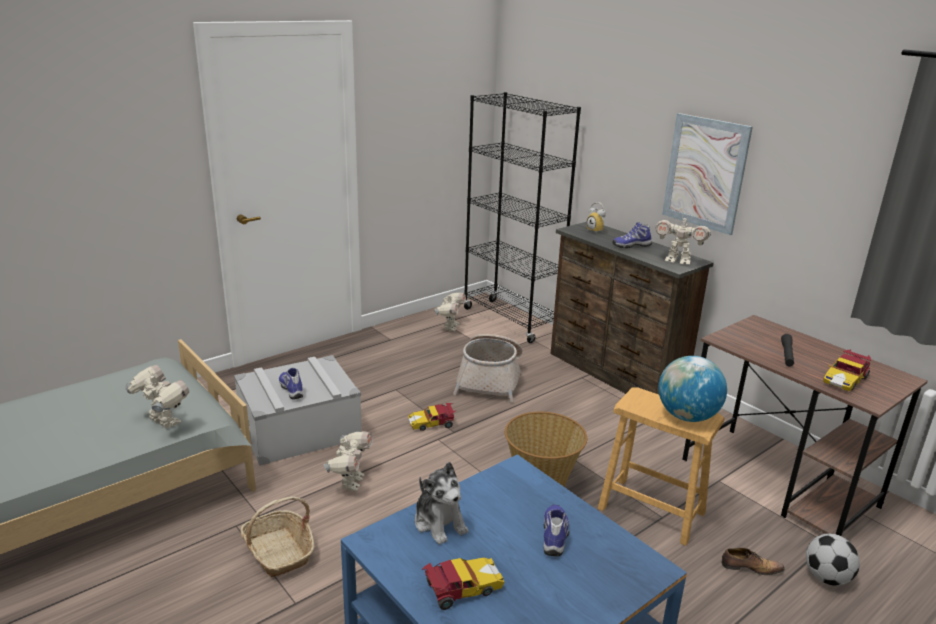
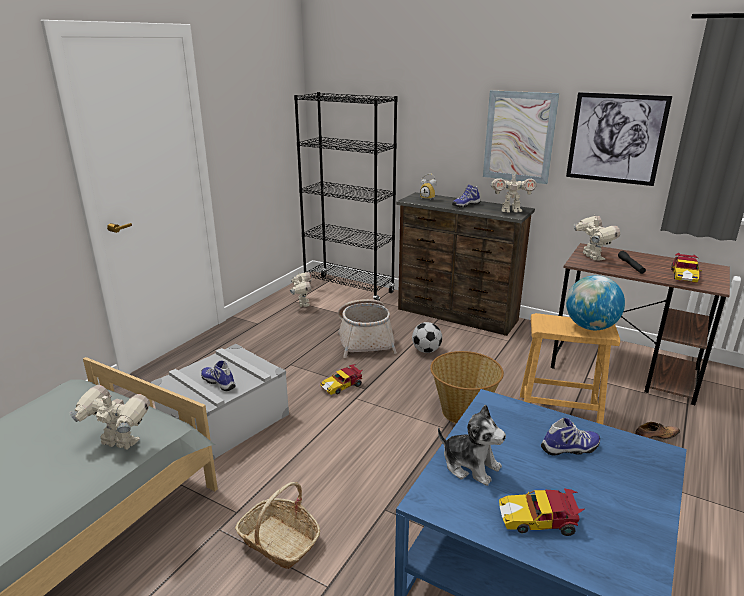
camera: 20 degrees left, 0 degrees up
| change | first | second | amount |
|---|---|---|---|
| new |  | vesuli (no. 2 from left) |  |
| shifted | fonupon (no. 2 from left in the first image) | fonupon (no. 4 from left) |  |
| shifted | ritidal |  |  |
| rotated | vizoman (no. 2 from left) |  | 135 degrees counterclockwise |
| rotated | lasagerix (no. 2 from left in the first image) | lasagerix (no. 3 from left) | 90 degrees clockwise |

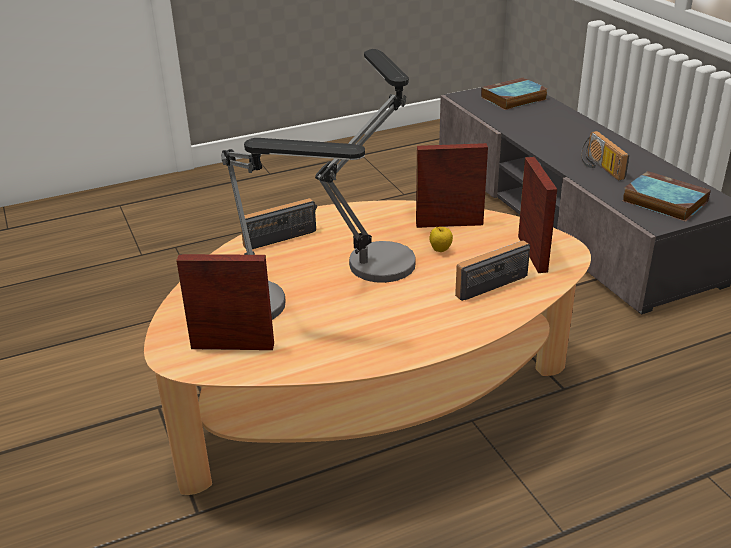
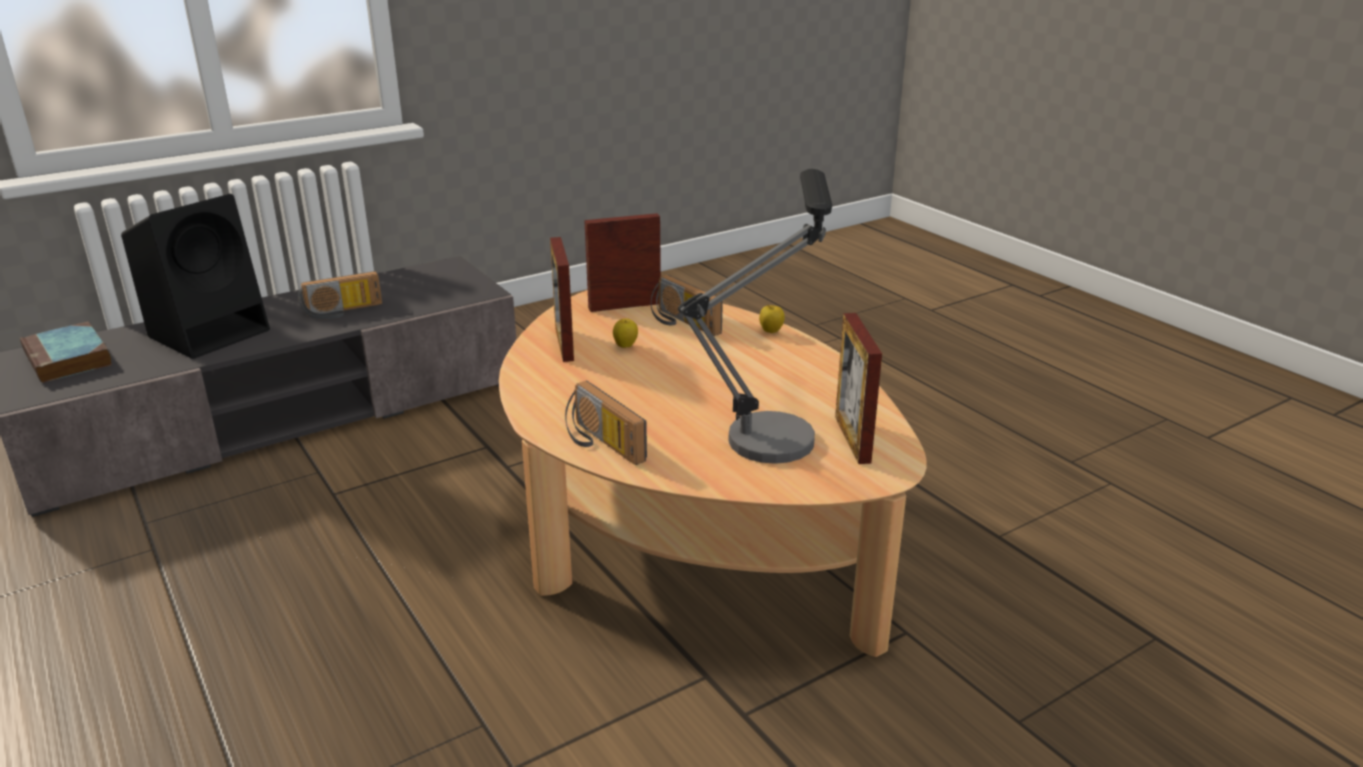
camera: 100 degrees left, 5 degrees down
| change | first | second | amount |
|---|---|---|---|
| gone | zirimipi (no. 2 from left) |  |  |
| gone | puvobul (no. 2 from left) |  |  |
| new |  | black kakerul |  |
| new |  | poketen (no. 2 from left) |  |

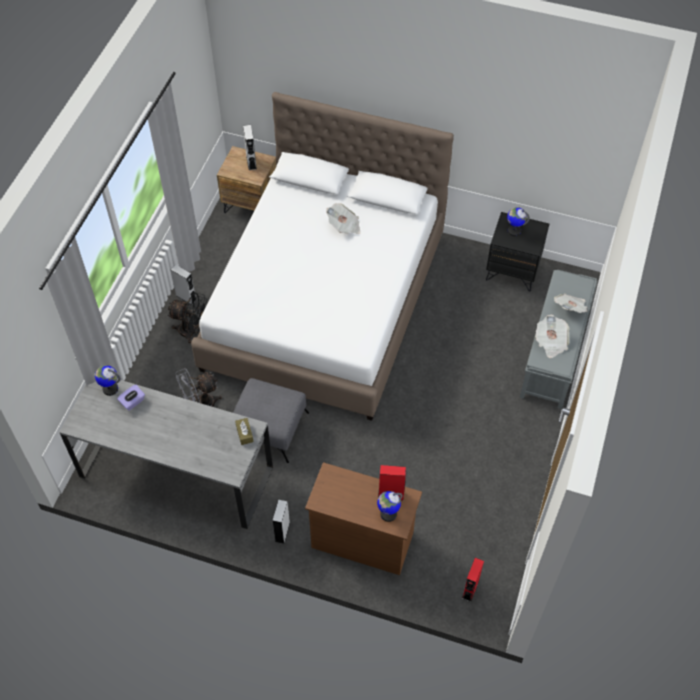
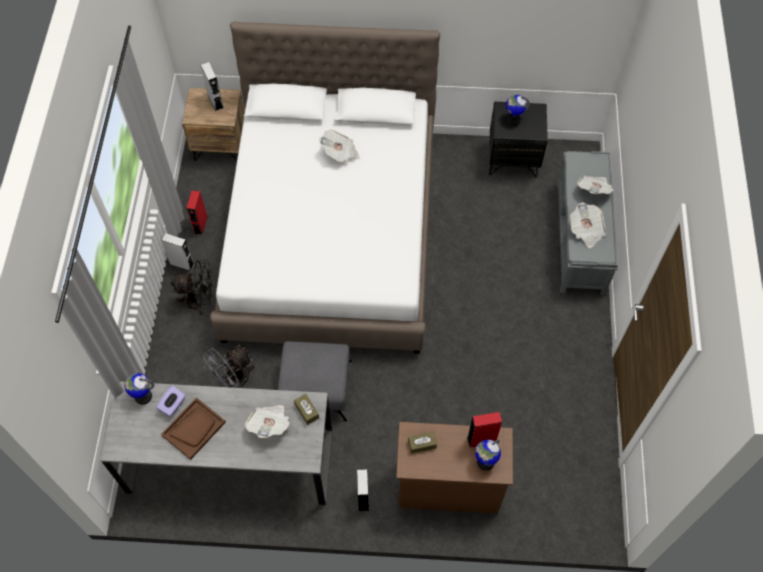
camera: 15 degrees left, 5 degrees up
| change | first | second | amount |
|---|---|---|---|
| new |  | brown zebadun |  |
| new |  | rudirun (no. 1 from left) |  |
| new |  | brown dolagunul (no. 2 from left) |  |
| shifted | red kakerul (no. 2 from left in the first image) | red kakerul (no. 1 from left) |  |

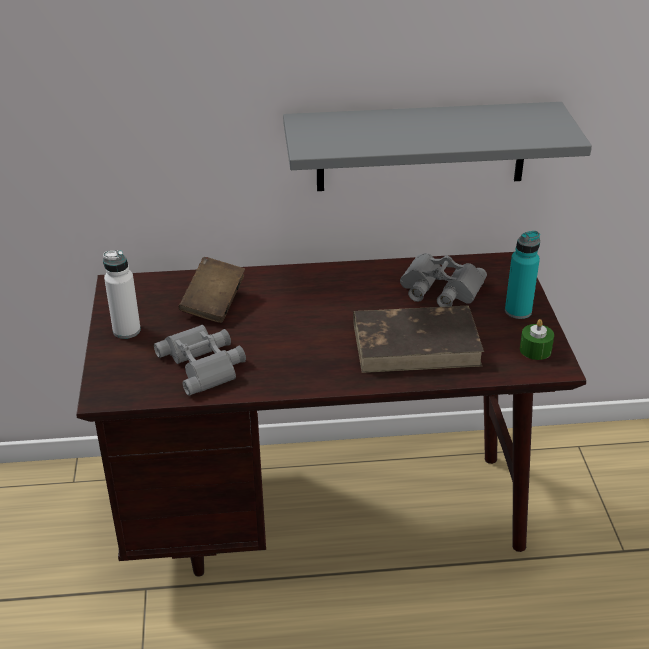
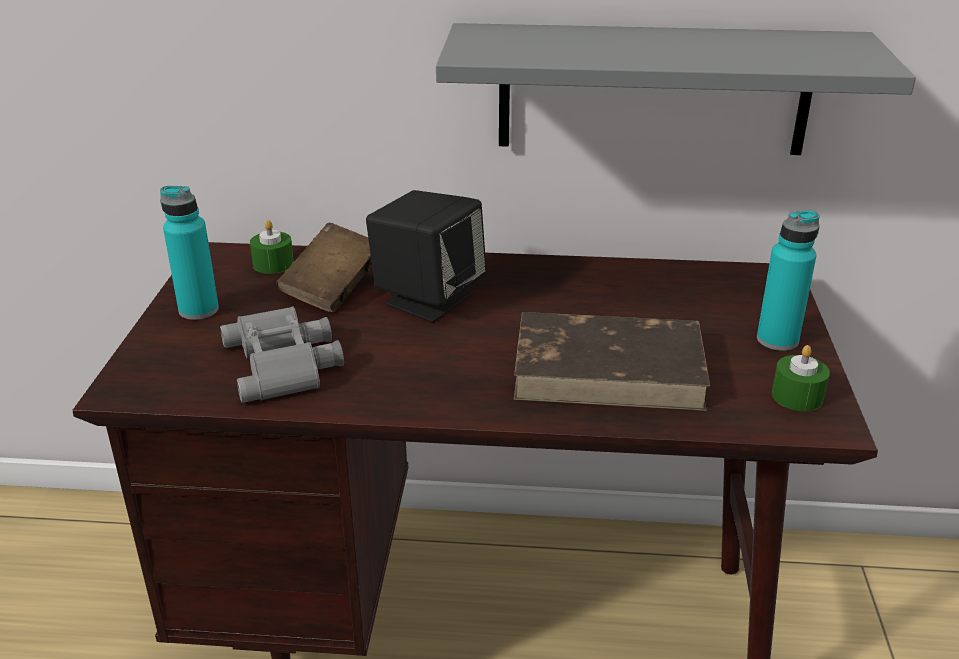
camera: 10 degrees right, 5 degrees down
| change | first | second | amount |
|---|---|---|---|
| gone | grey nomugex (no. 2 from left) |  |  |
| new |  | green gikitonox (no. 1 from left) |  |
| new |  | black kakerul |  |
| repainted | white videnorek | turquoise videnorek (no. 1 from left) |  |

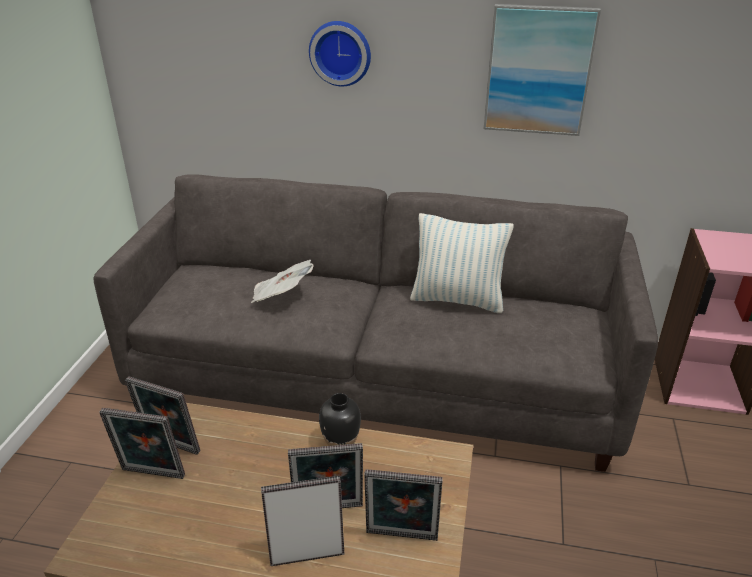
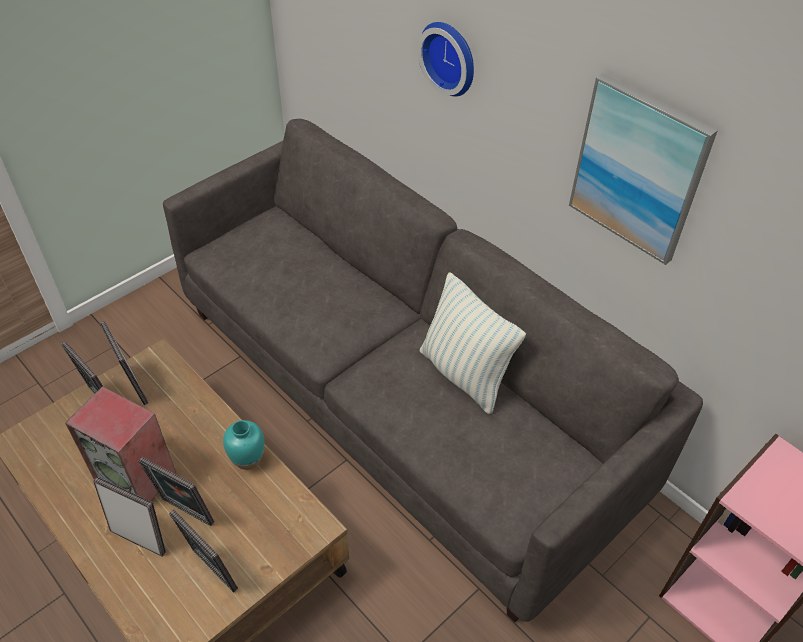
camera: 35 degrees right, 15 degrees up
| change | first | second | amount |
|---|---|---|---|
| gone | rudirun |  |  |
| new |  | kakerul |  |
| repainted | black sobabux | turquoise sobabux |  |

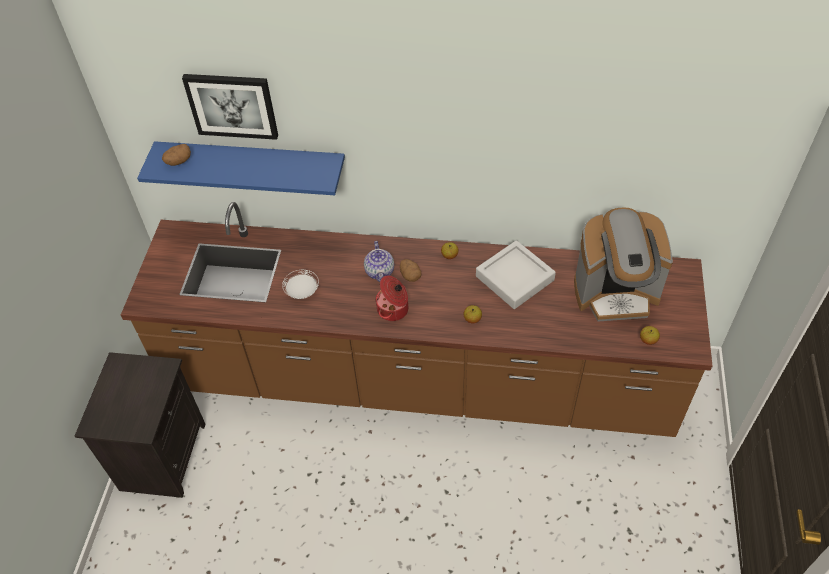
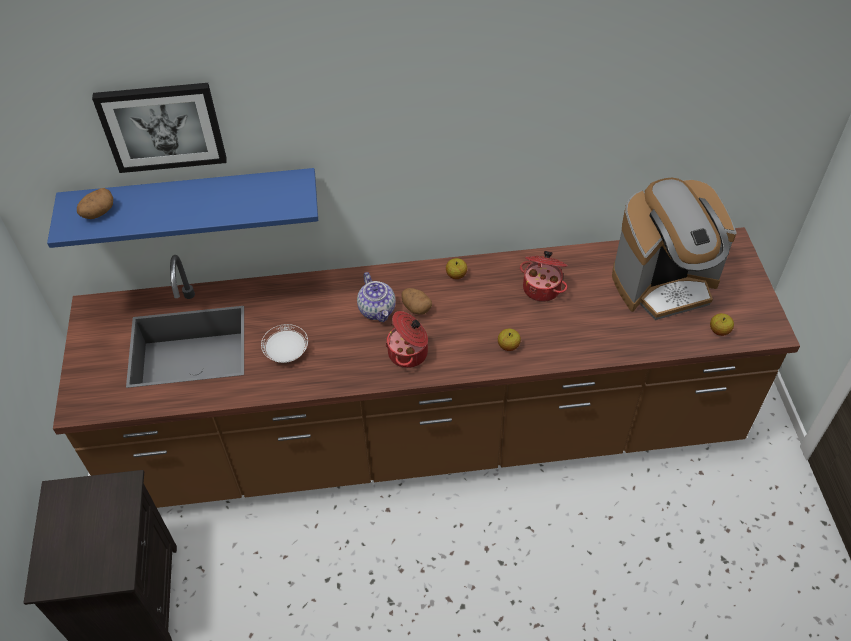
camera: 15 degrees left, 0 degrees up
| change | first | second | amount |
|---|---|---|---|
| swapped | grey zebadun | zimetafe (no. 2 from left) |  |

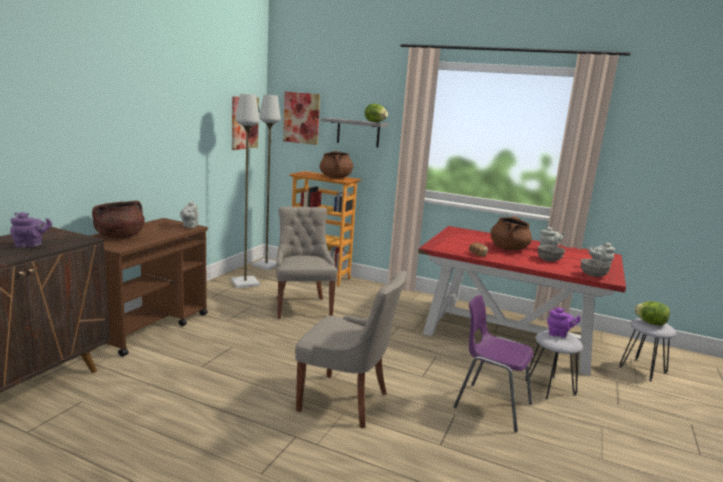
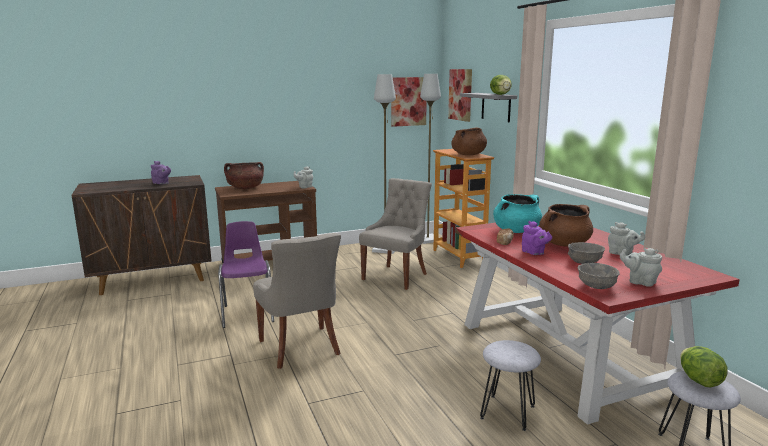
camera: 45 degrees right, 0 degrees up
| change | first | second | amount |
|---|---|---|---|
| new |  | turquoise zimetafe |  |
| shifted | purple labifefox |  |  |
| shifted | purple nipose (no. 2 from left) |  |  |

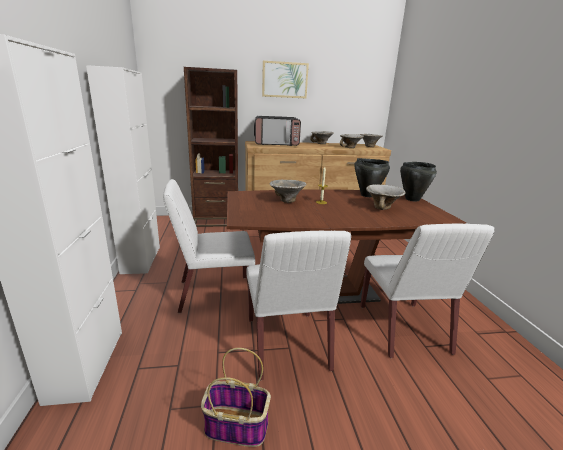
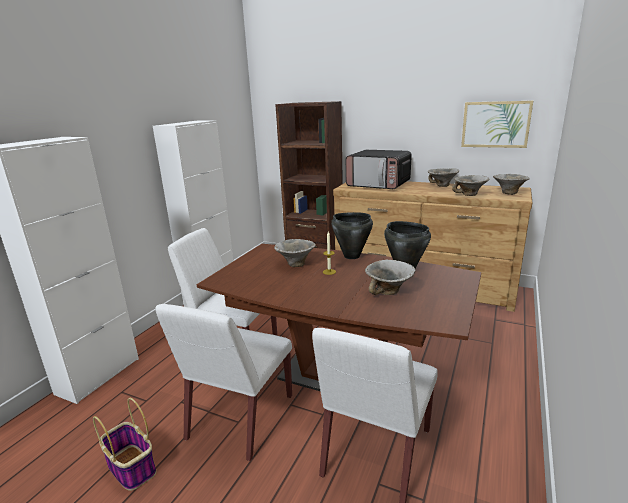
camera: 35 degrees right, 0 degrees up
| change | first | second | amount |
|---|---|---|---|
| shifted | vesuli |  |  |
| shifted | black zimetafe (no. 2 from left in the first image) | black zimetafe (no. 1 from left) |  |

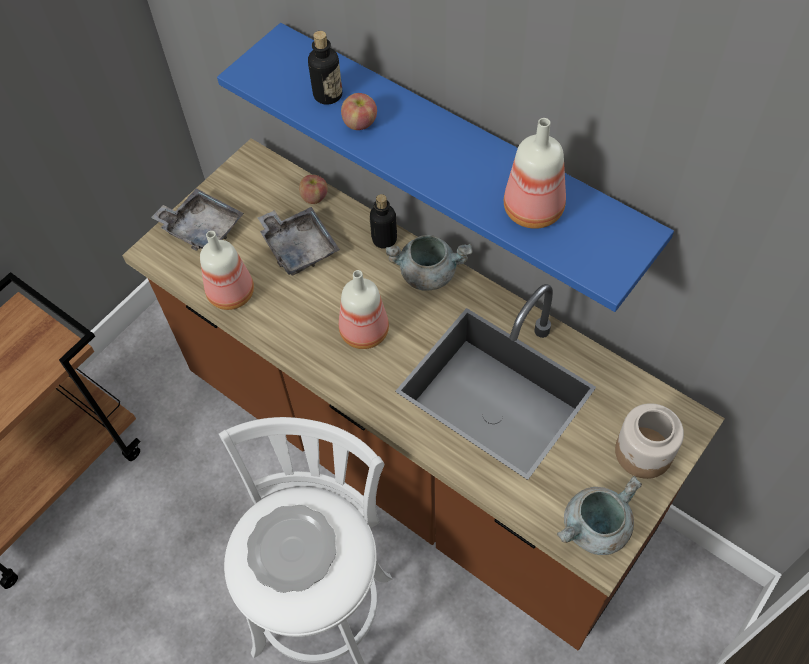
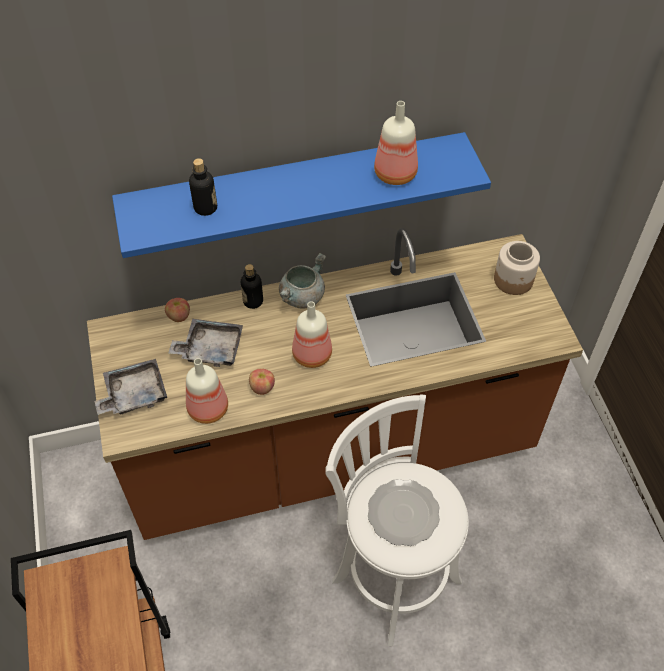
camera: 55 degrees left, 5 degrees down
| change | first | second | amount |
|---|---|---|---|
| gone | grey zimetafe (no. 2 from left) |  |  |
| shifted | poketen (no. 2 from left) |  |  |

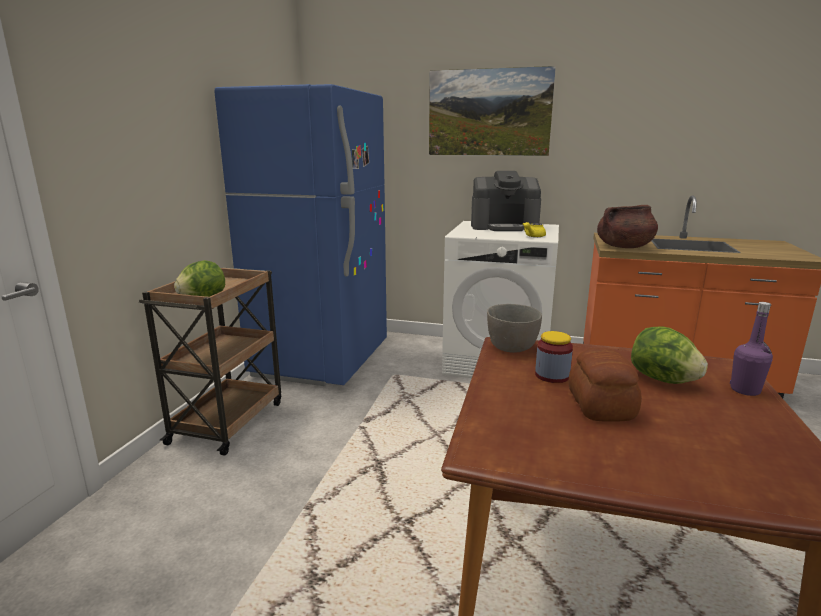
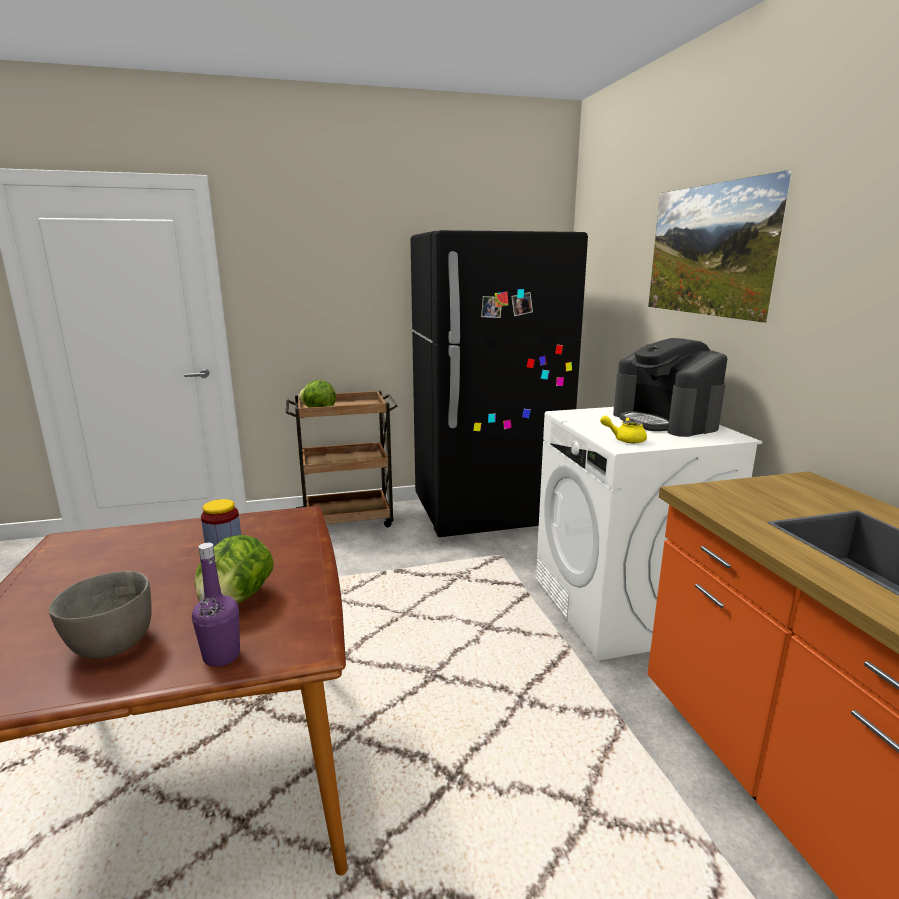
camera: 60 degrees right, 0 degrees up
| change | first | second | amount |
|---|---|---|---|
| gone | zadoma |  |  |
| gone | brown zimetafe |  |  |
| shifted | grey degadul |  |  |
| repainted | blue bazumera | black bazumera |  |

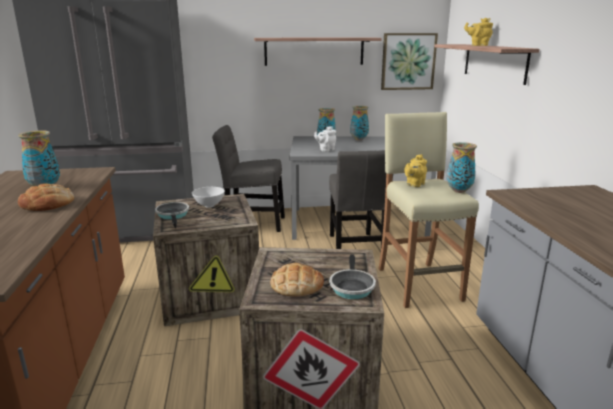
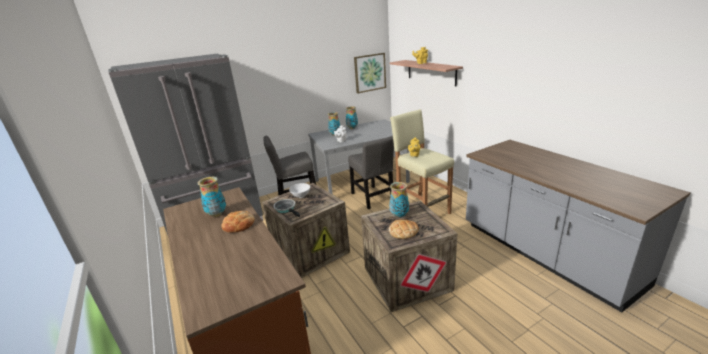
camera: 20 degrees left, 5 degrees up
| change | first | second | amount |
|---|---|---|---|
| gone | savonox (no. 1 from left) |  |  |
| gone | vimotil (no. 2 from left) |  |  |
| shifted | sobabux (no. 4 from left) |  |  |

